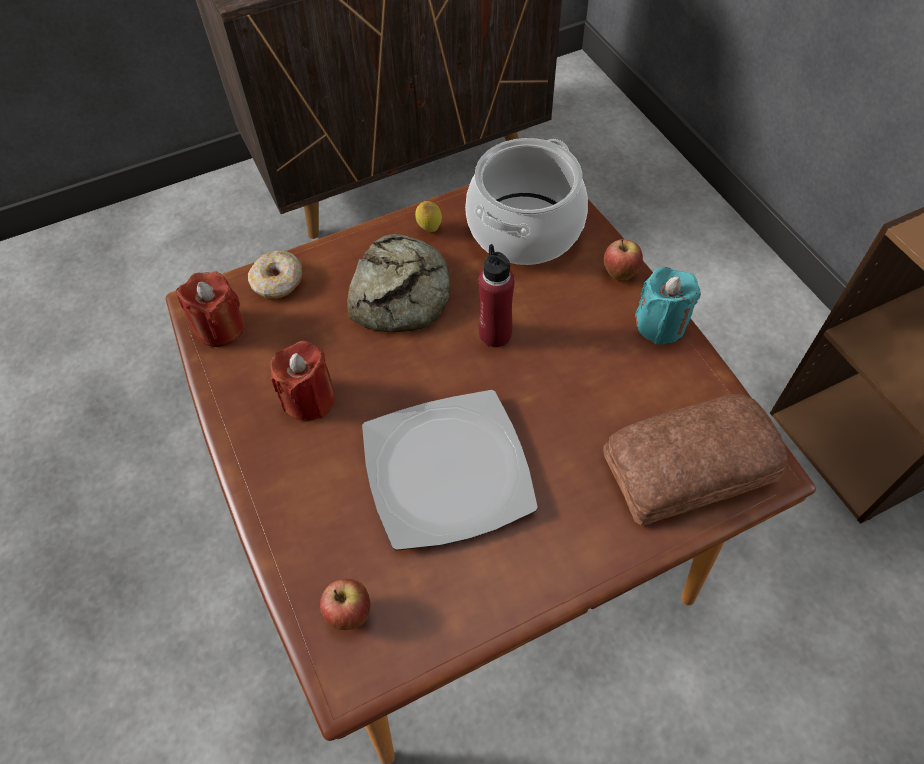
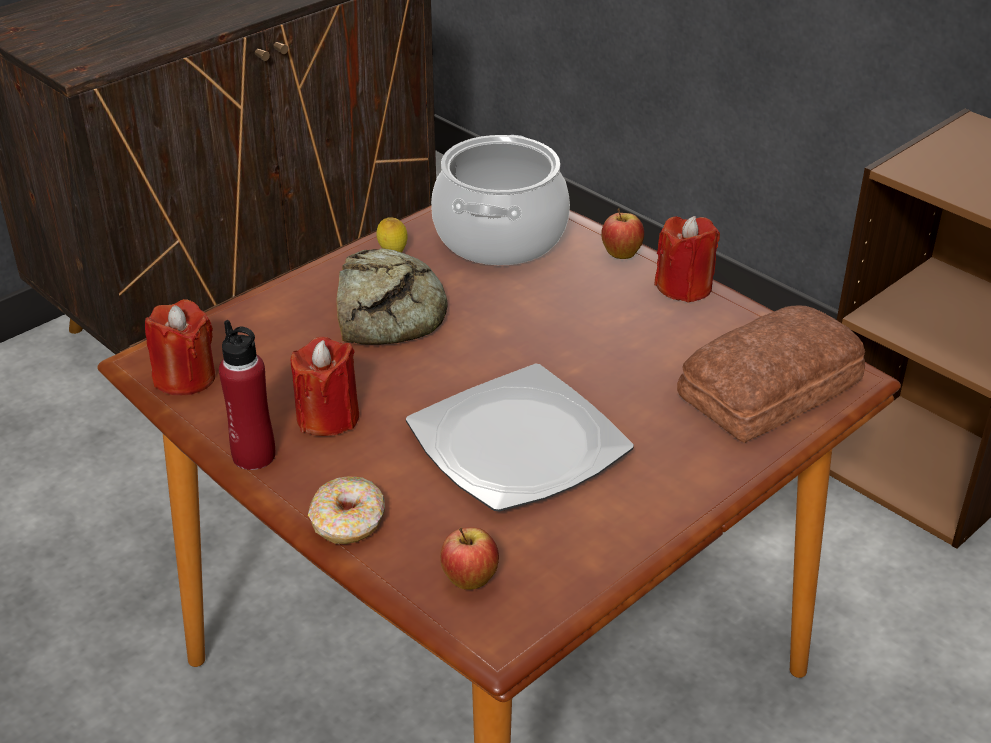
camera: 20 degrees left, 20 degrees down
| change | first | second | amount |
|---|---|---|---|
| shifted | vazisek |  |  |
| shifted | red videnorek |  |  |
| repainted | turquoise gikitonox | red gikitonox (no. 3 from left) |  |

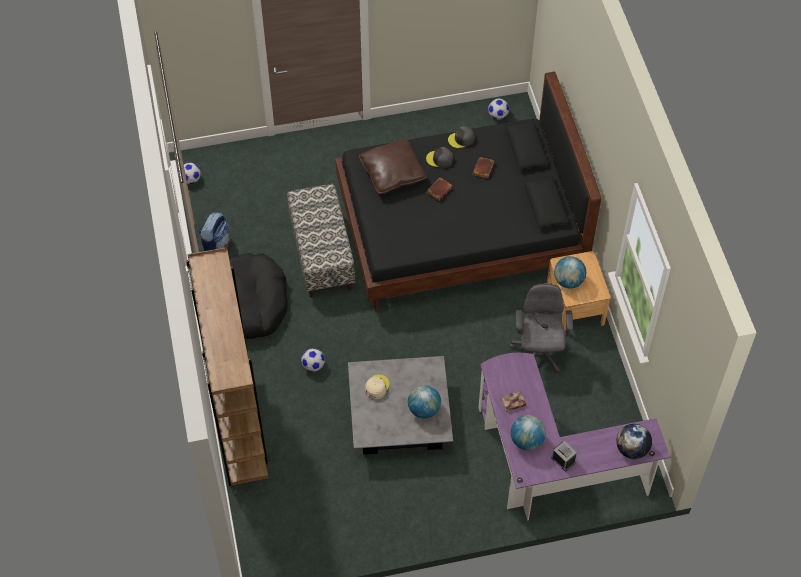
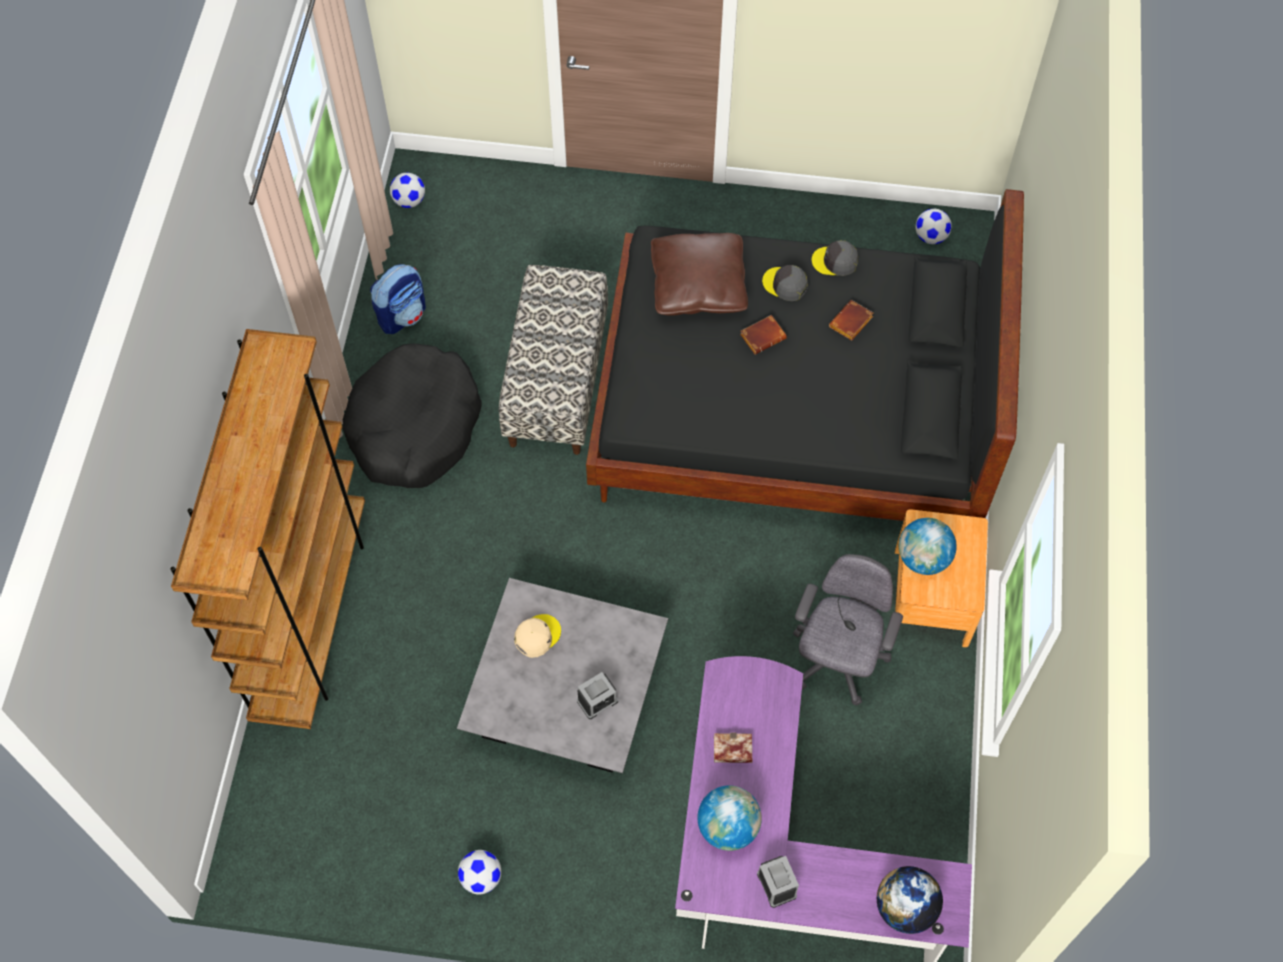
camera: 20 degrees right, 5 degrees up
| change | first | second | amount |
|---|---|---|---|
| shifted | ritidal (no. 2 from left) |  |  |
| swapped | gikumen (no. 1 from left) | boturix (no. 1 from left) |  |

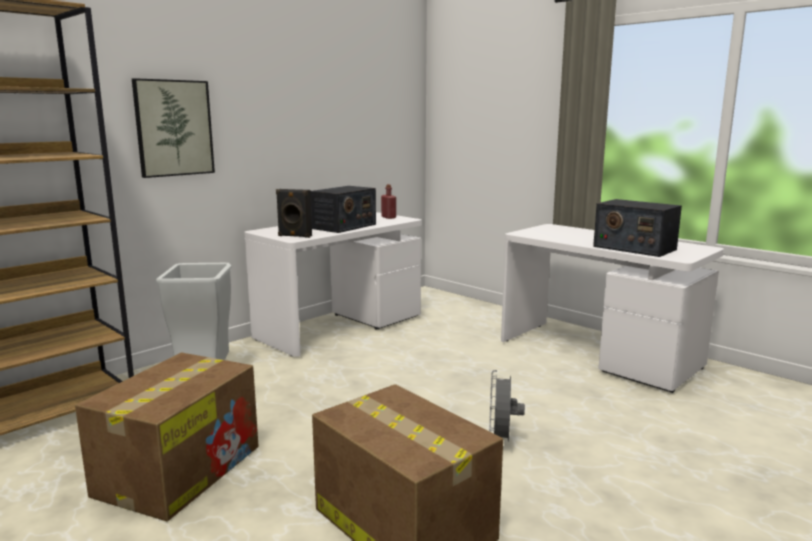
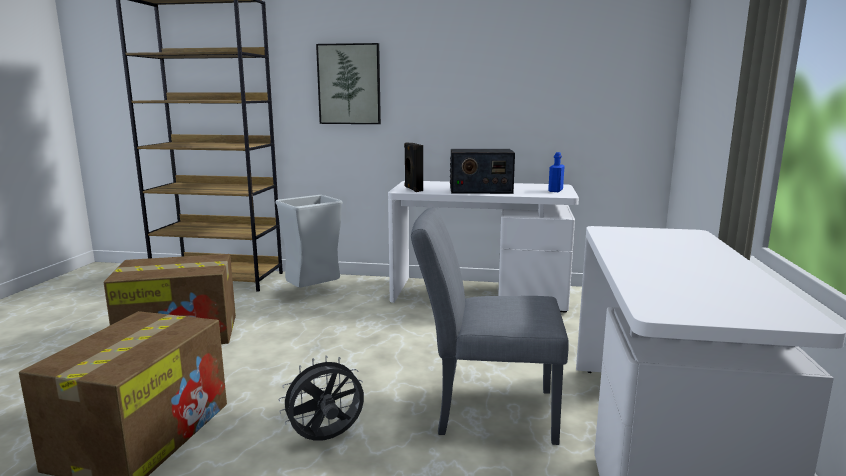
camera: 55 degrees right, 0 degrees up
| change | first | second | amount |
|---|---|---|---|
| gone | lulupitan (no. 2 from left) |  |  |
| new |  | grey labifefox |  |
| repainted | red videnorek | blue videnorek |  |

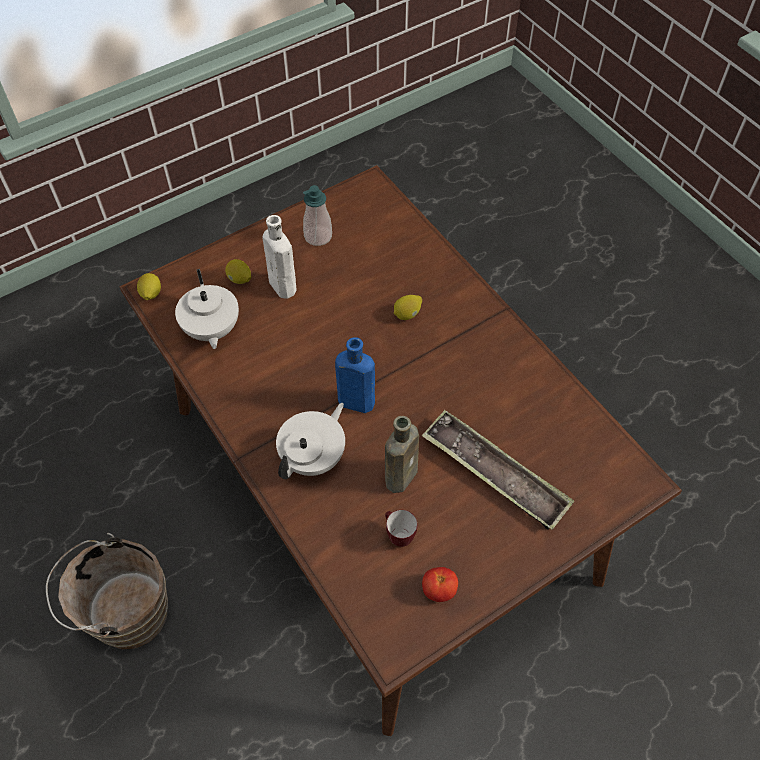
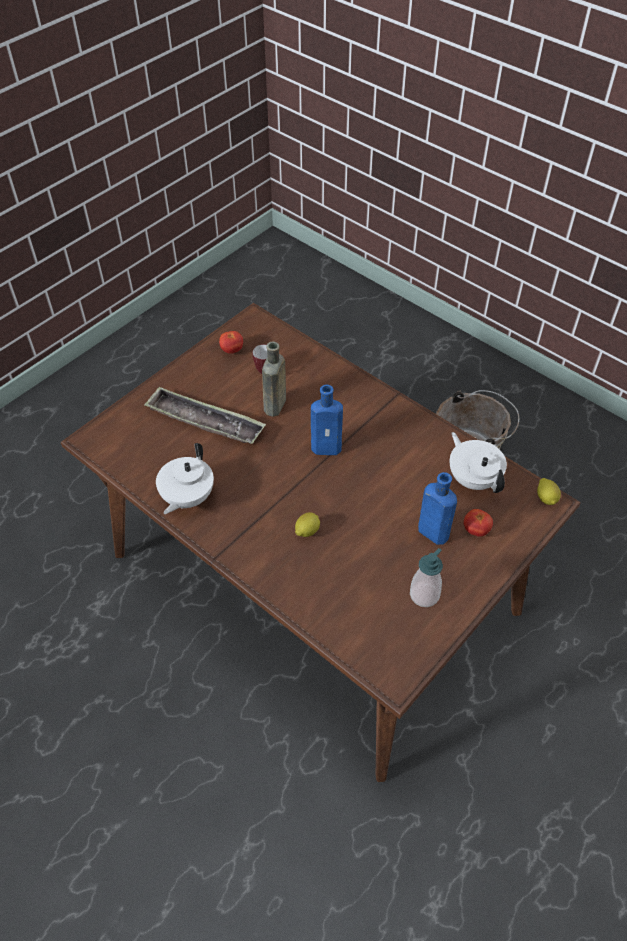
camera: 165 degrees right, 5 degrees down
| change | first | second | amount |
|---|---|---|---|
| shifted | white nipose (no. 2 from left in the first image) | white nipose (no. 1 from left) |  |
| swapped | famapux (no. 2 from left) | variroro (no. 2 from left) |  |
| repainted | white videnorek | blue videnorek (no. 2 from left) |  |

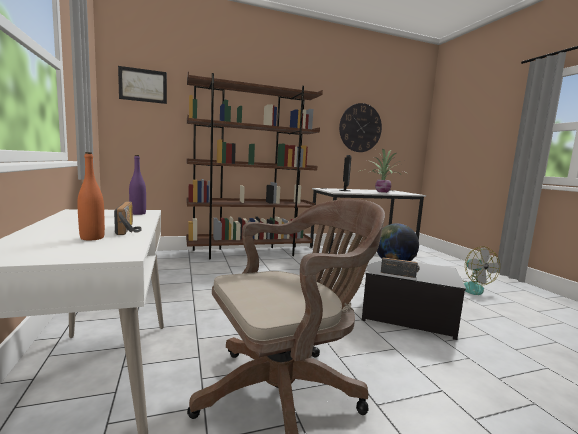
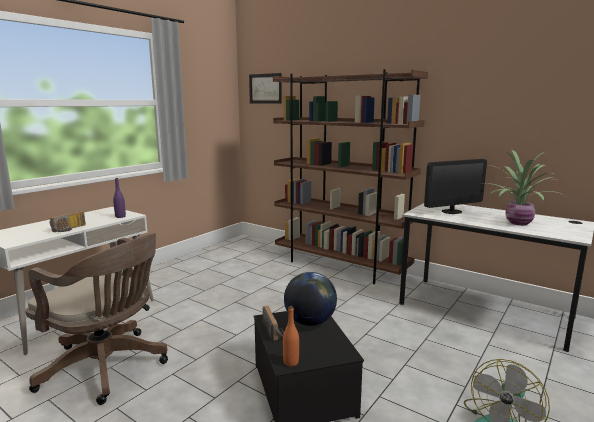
camera: 55 degrees right, 5 degrees up
| change | first | second | amount |
|---|---|---|---|
| gone | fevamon |  |  |
| shifted | orange videnorek |  |  |

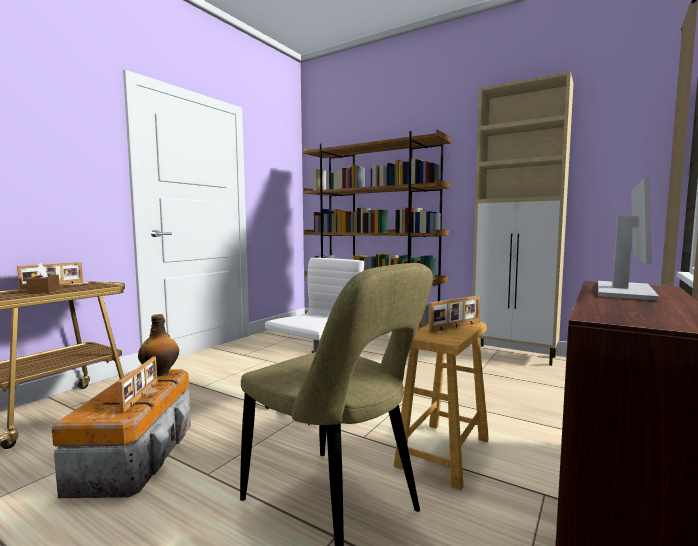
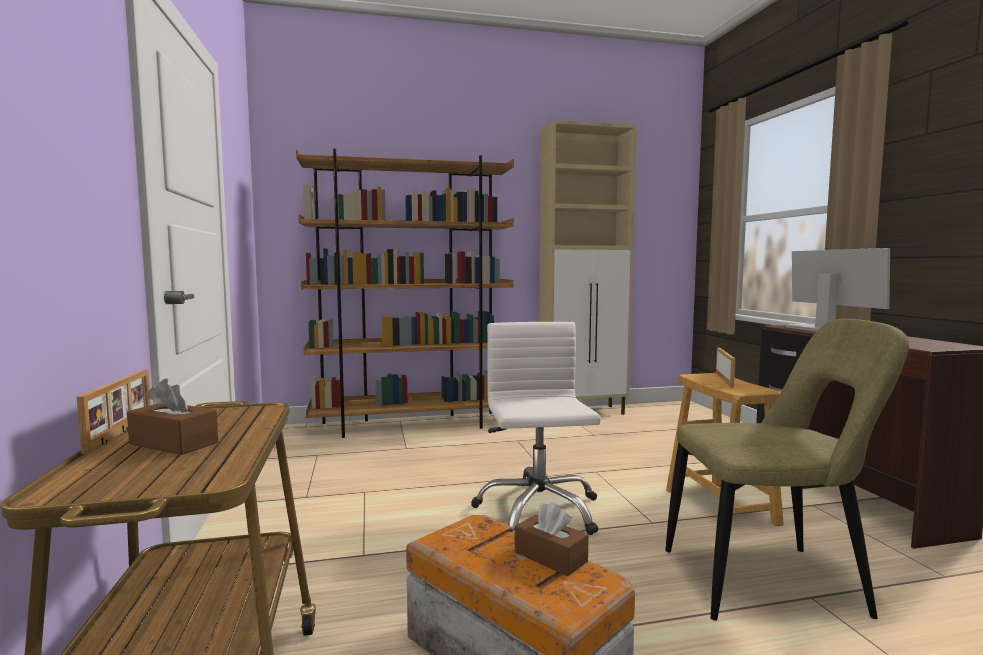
camera: 45 degrees left, 0 degrees up
| change | first | second | amount |
|---|---|---|---|
| gone | videnorek |  |  |
| swapped | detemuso (no. 2 from left) | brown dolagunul (no. 2 from left) |  |

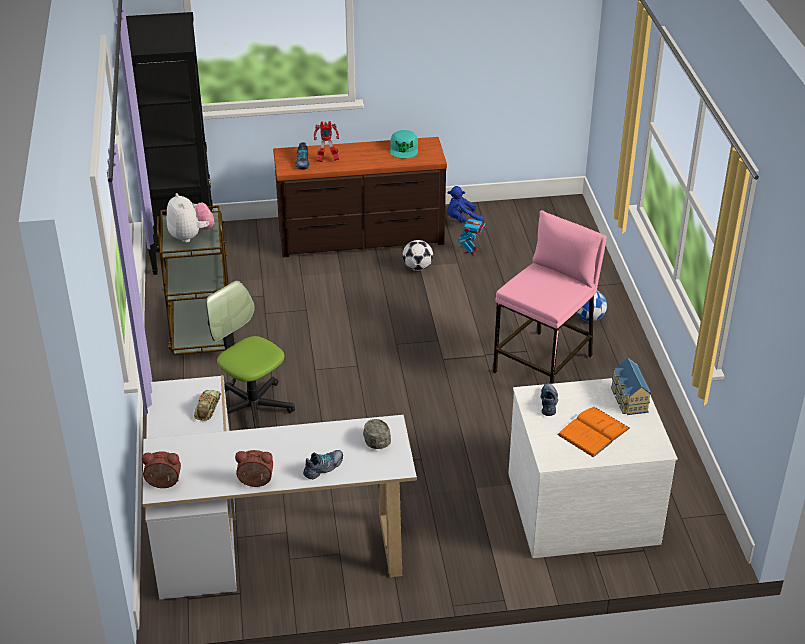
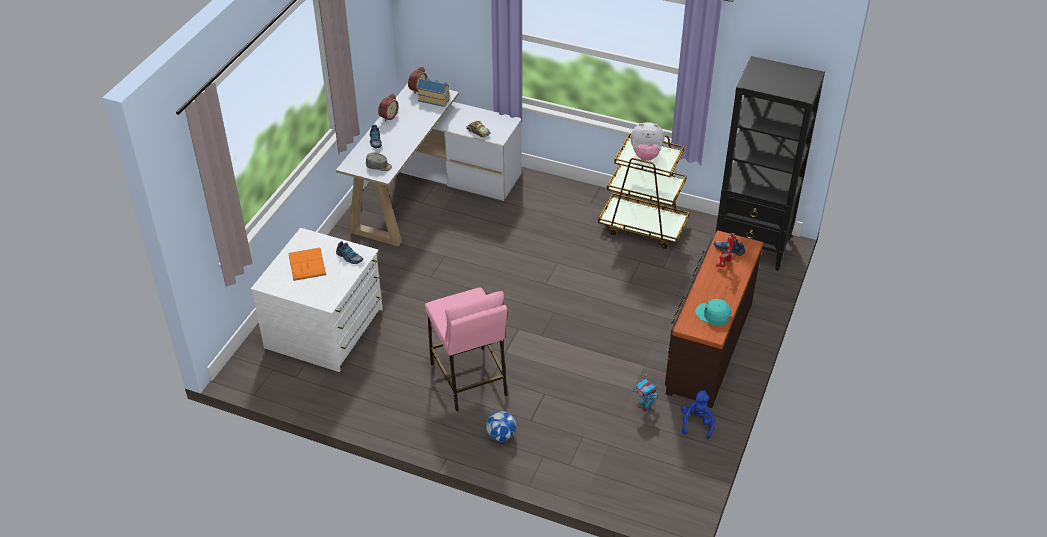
camera: 120 degrees right, 5 degrees up
| change | first | second | amount |
|---|---|---|---|
| gone | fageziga |  |  |
| gone | ritidal (no. 1 from left) |  |  |
| shifted | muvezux |  |  |

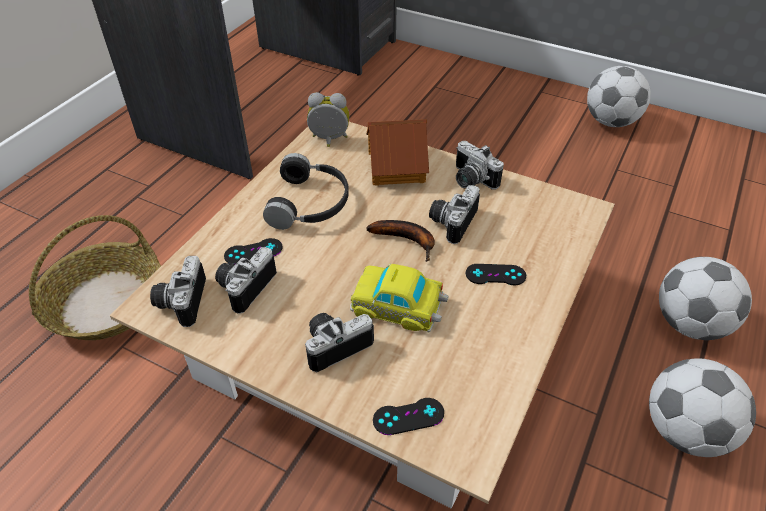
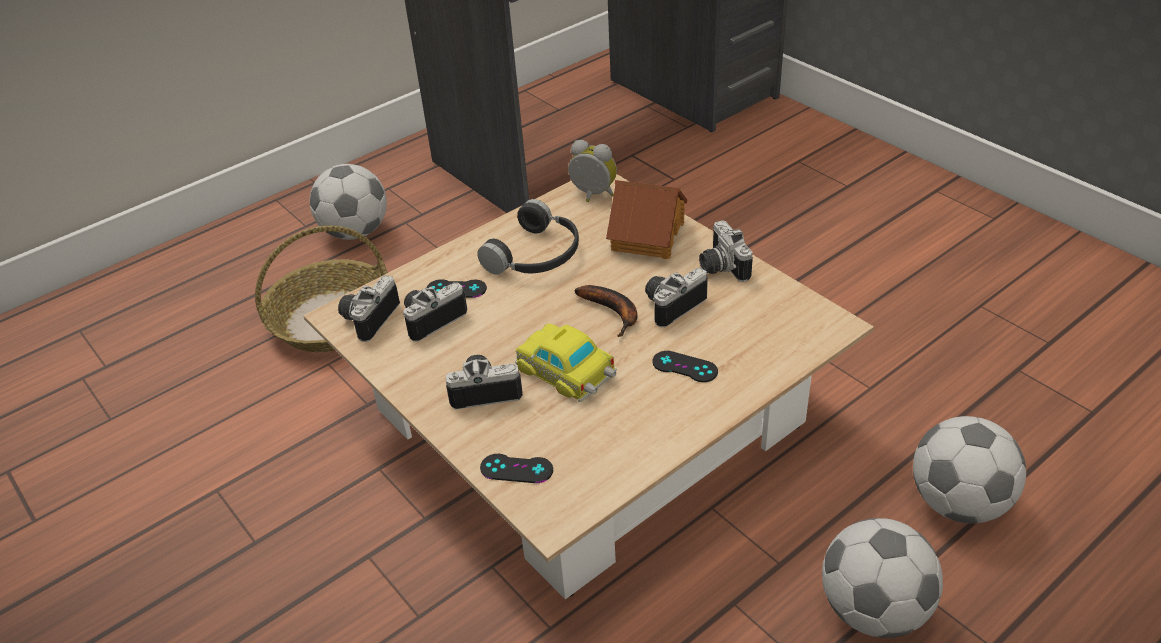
camera: 25 degrees right, 5 degrees down
| change | first | second | amount |
|---|---|---|---|
| shifted | ritidal (no. 1 from left) |  |  |

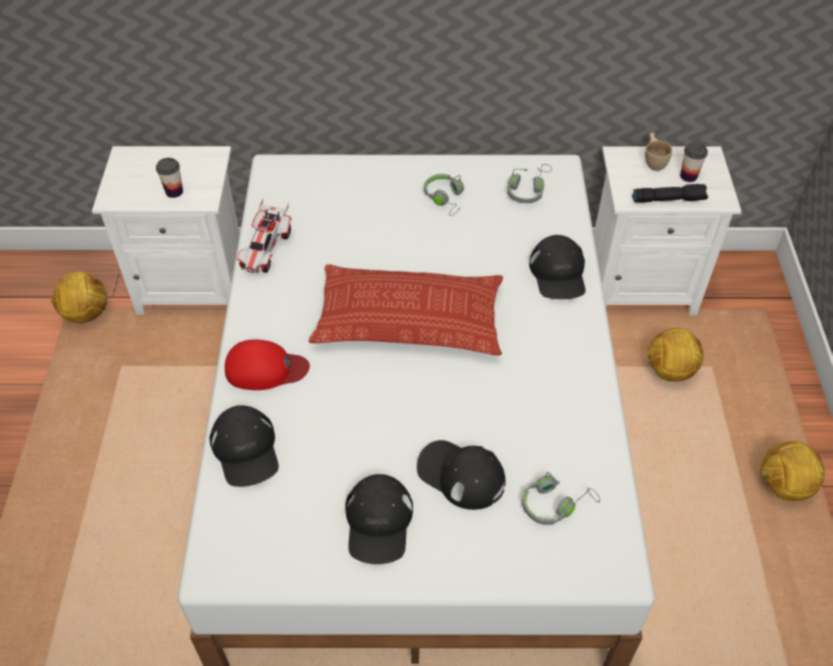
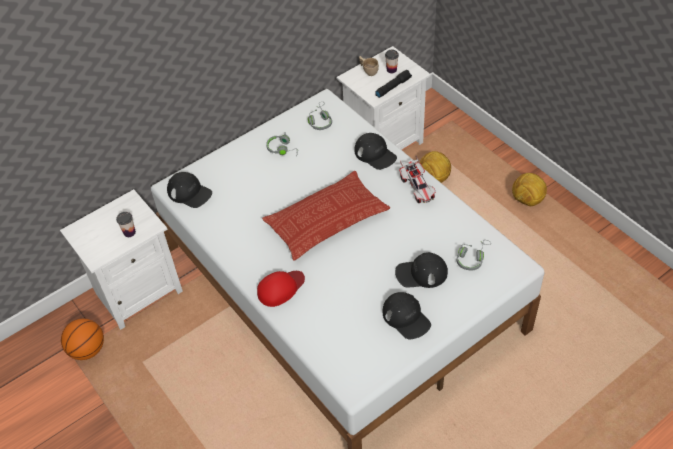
camera: 35 degrees left, 0 degrees up
| change | first | second | amount |
|---|---|---|---|
| shifted | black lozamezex (no. 1 from left) |  |  |
| shifted | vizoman |  |  |
| swapped | ritidal (no. 1 from left) | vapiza |  |

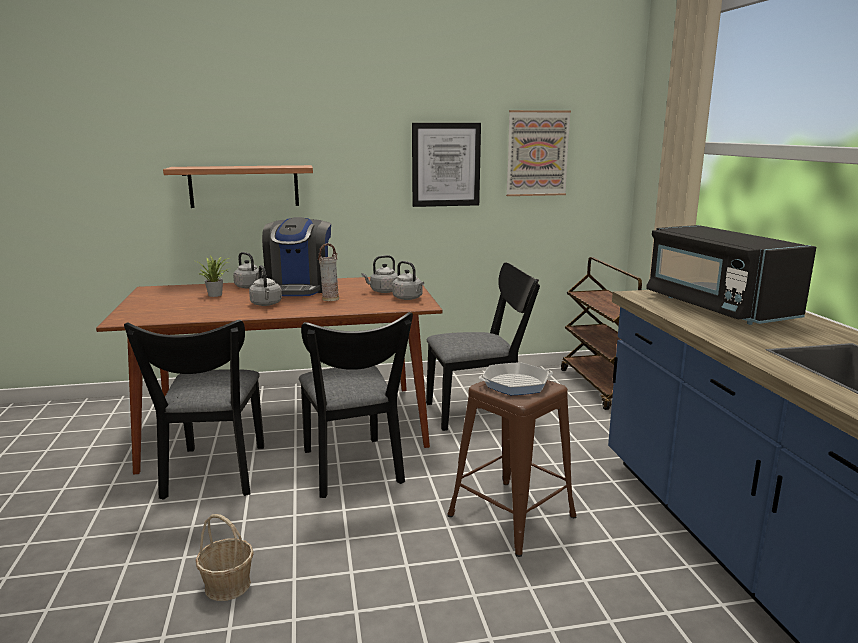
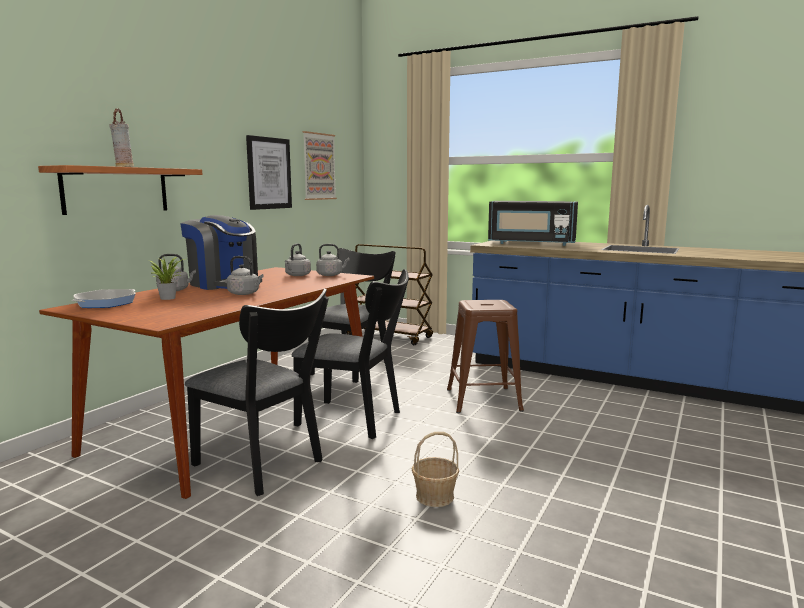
camera: 50 degrees left, 5 degrees down
| change | first | second | amount |
|---|---|---|---|
| shifted | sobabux |  |  |
| shifted | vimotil |  |  |

